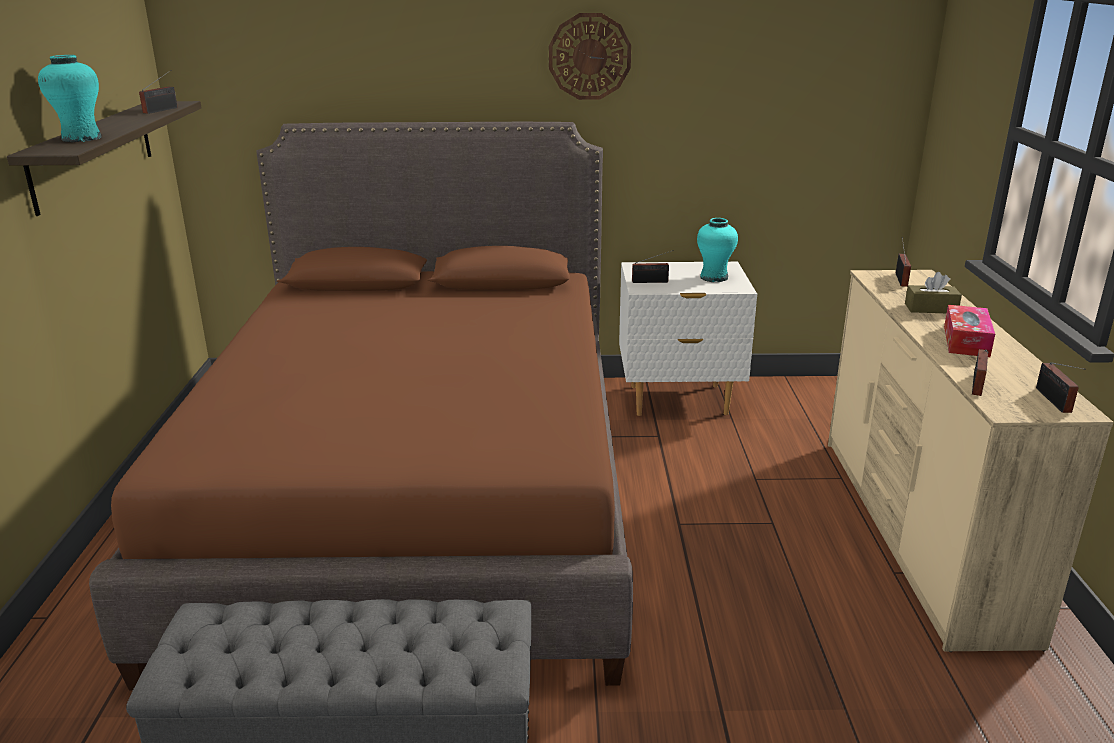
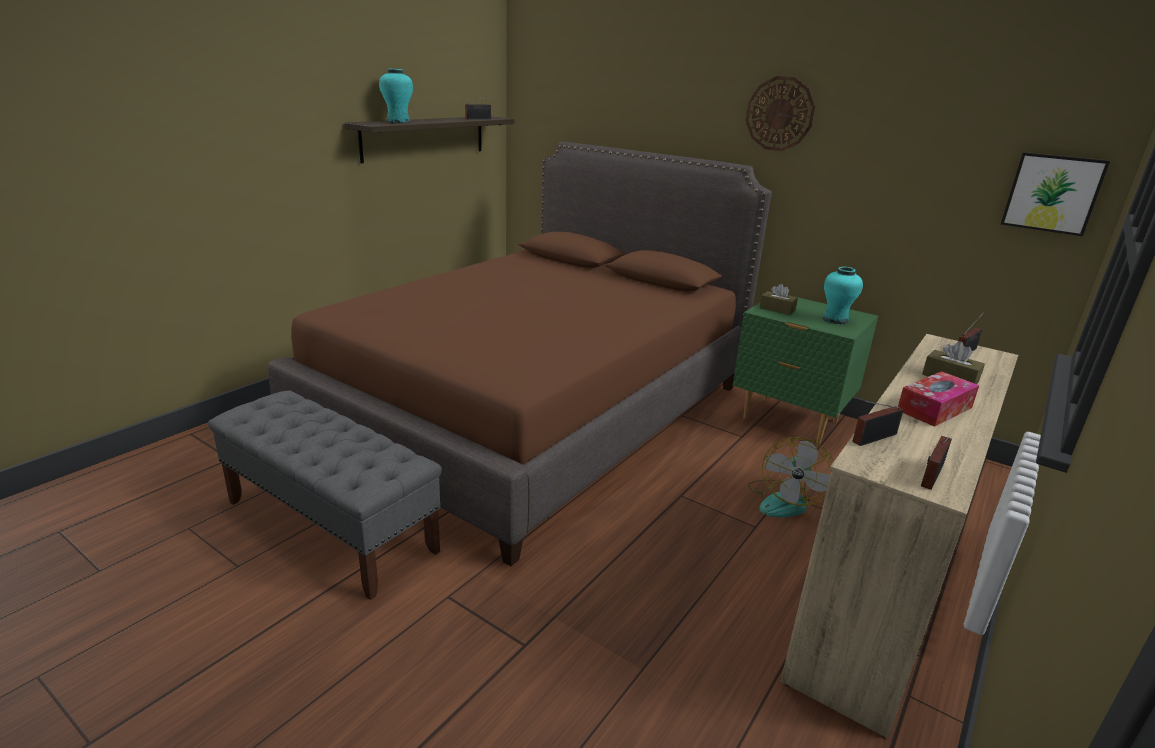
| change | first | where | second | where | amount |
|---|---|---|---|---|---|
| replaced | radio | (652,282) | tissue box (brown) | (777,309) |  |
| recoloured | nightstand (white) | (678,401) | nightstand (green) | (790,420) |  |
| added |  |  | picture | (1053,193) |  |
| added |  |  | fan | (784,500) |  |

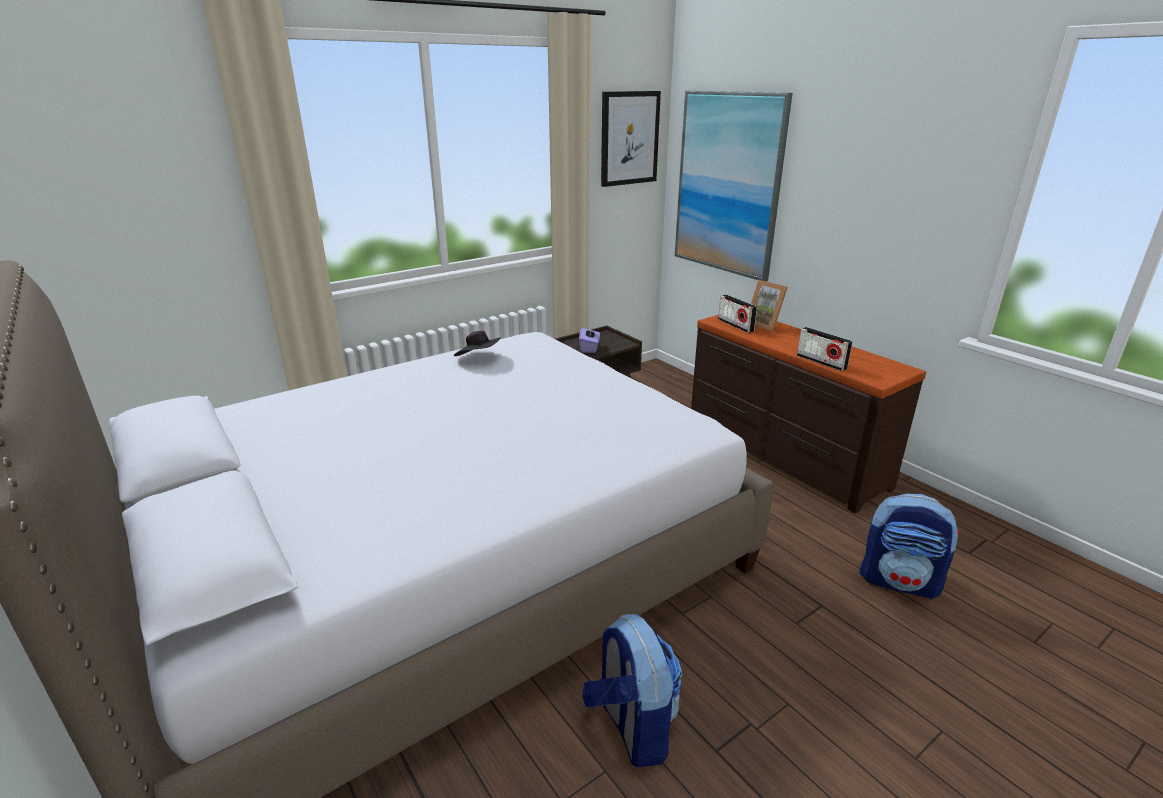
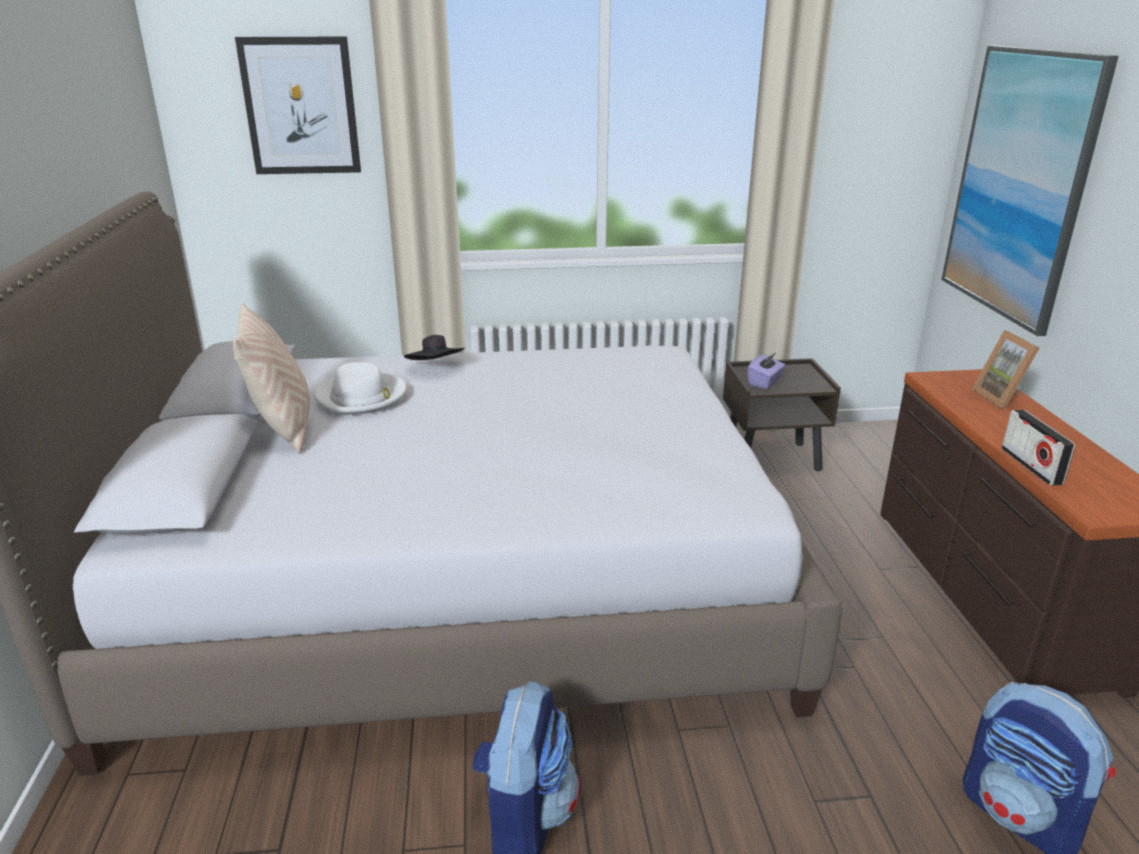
| change | first | where | second | where | amount |
|---|---|---|---|---|---|
| moved | picture | (629,138) |  | (301,106) |  |
| removed | radio | (735,325) |  |  |  |
| moved | hat (black) | (479,359) |  | (436,368) |  |
| added |  |  | pillow (beige) | (283,428) |  |
| added |  |  | hat (white) | (362,397) |  |

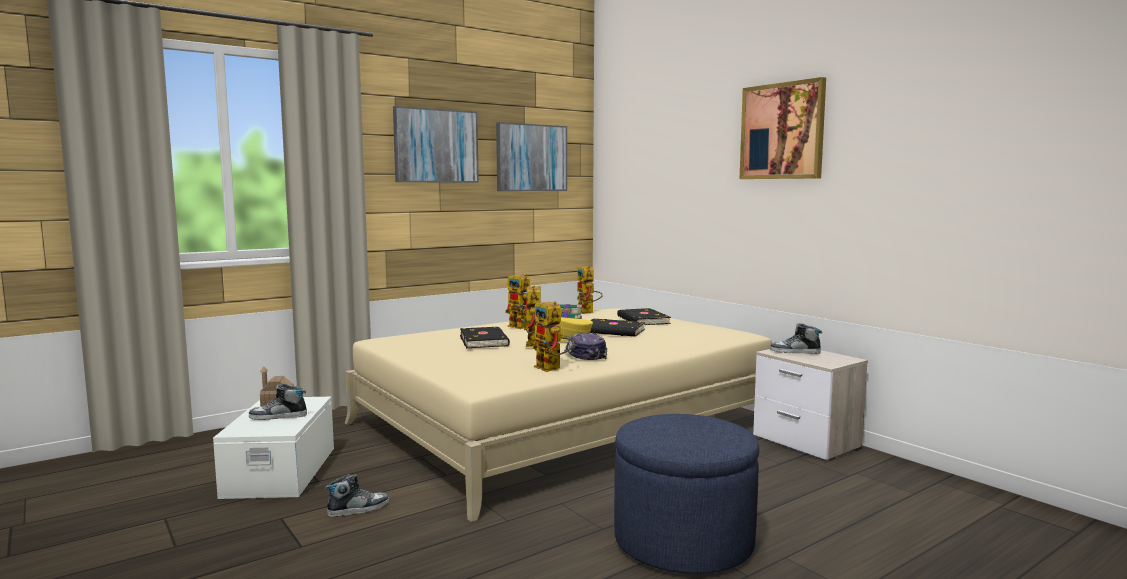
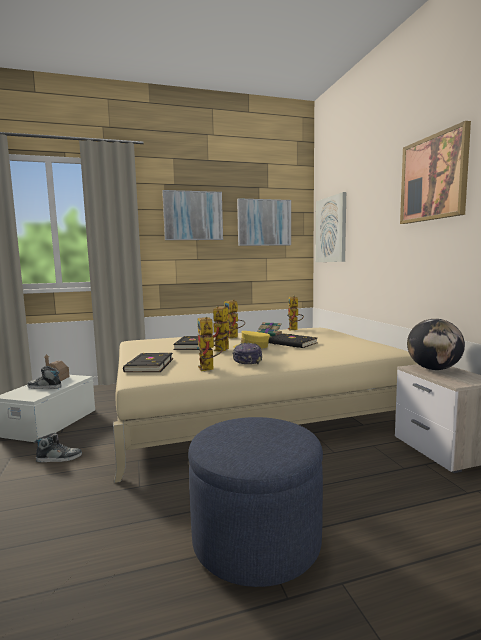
| change | first | where | second | where | amount |
|---|---|---|---|---|---|
| moved | book (black) | (642,320) |  | (148,365) |  |
| replaced | shoe | (795,352) | globe | (433,369) |  |
| added |  |  | picture | (331,229) |  |

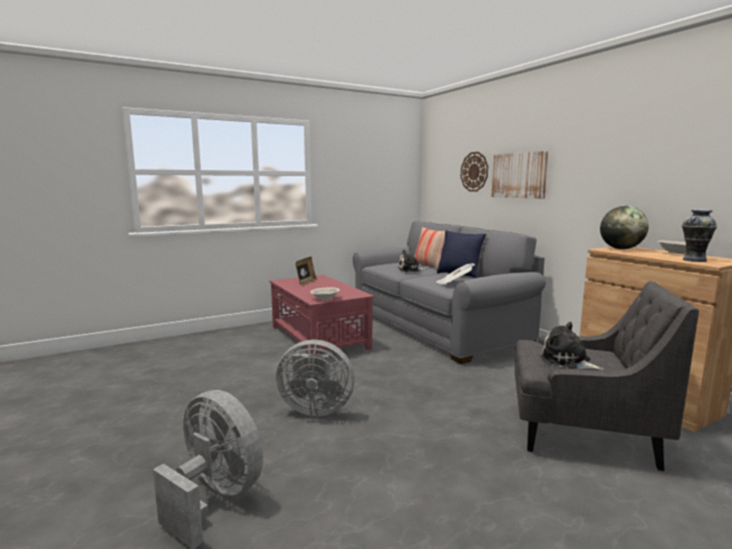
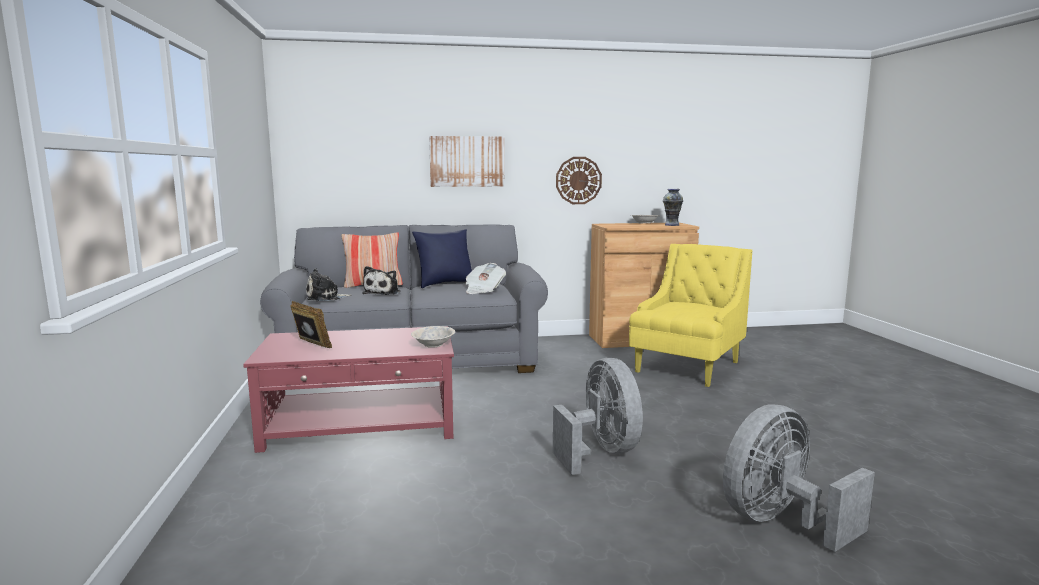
| change | first | where | second | where | amount |
|---|---|---|---|---|---|
| moved | wall clock | (474,171) |  | (578,180) |  |
| removed | globe | (621,249) |  |  |  |
| recoloured | armchair (grey) | (581,434) | armchair (yellow) | (687,367) |  |
| moved | plush toy | (567,361) |  | (325,298) |  |
| turned | fan (grey) | (315,409) |  | (601,452) | 45 degrees counterclockwise |

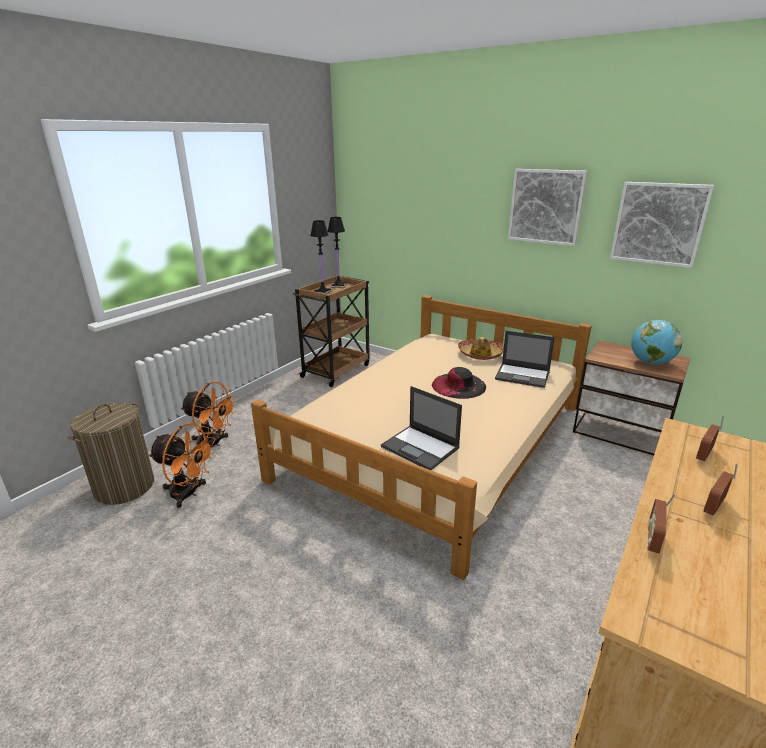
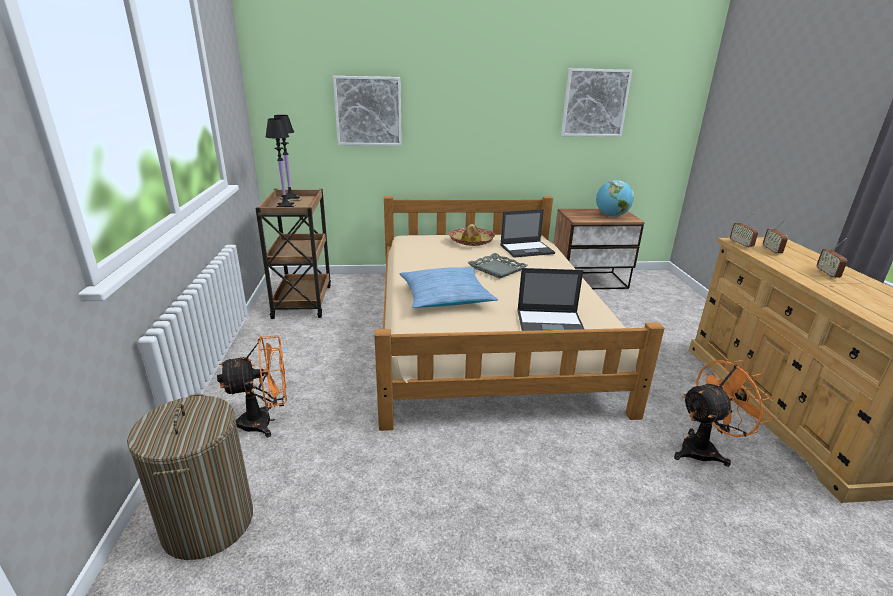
| change | first | where | second | where | amount |
|---|---|---|---|---|---|
| moved | picture | (546,206) |  | (368,111) |  |
| replaced | hat (black) | (459,385) | tray (grey) | (496,269) |  |
| moved | fan (orange) | (189,494) |  | (705,449) |  |
| moved | radio | (653,540) |  | (741,244) |  |
| added |  |  | pillow | (445,297) |  |

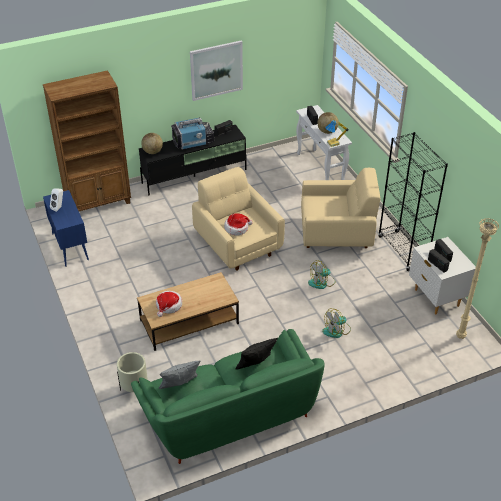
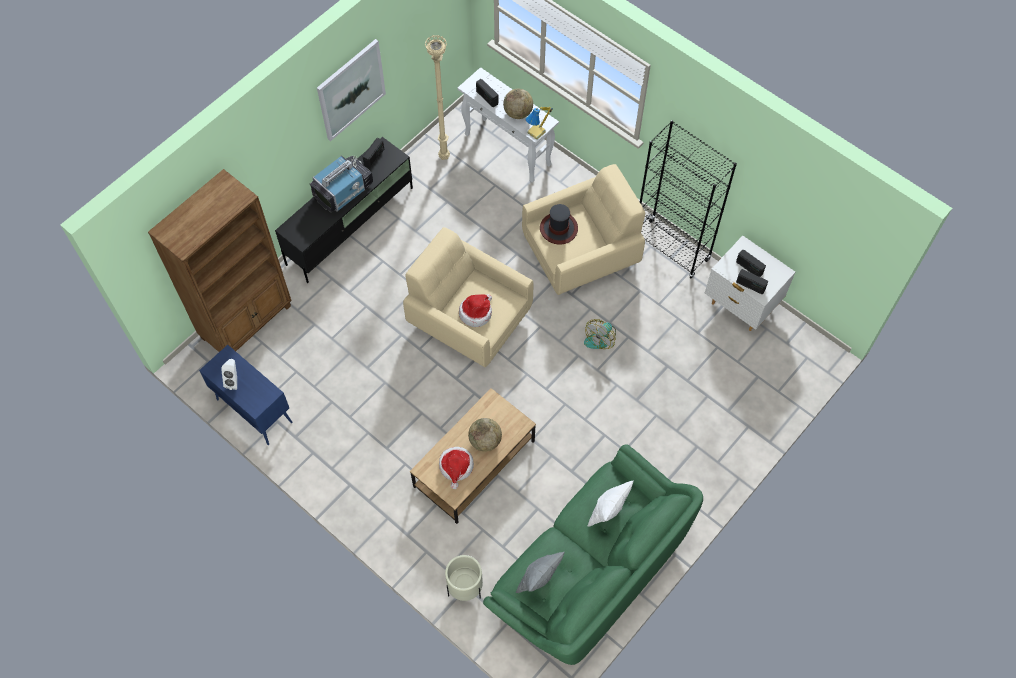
| change | first | where | second | where | amount |
|---|---|---|---|---|---|
| moved | globe | (152,152) |  | (485,441) |  |
| moved | floor lamp (beige) | (461,337) |  | (445,157) |  |
| removed | fan | (337,330) |  |  |  |
| recoloured | pillow (black) | (256,366) | pillow (white) | (608,511) |  |
| added |  |  | hat | (559,228) |  |

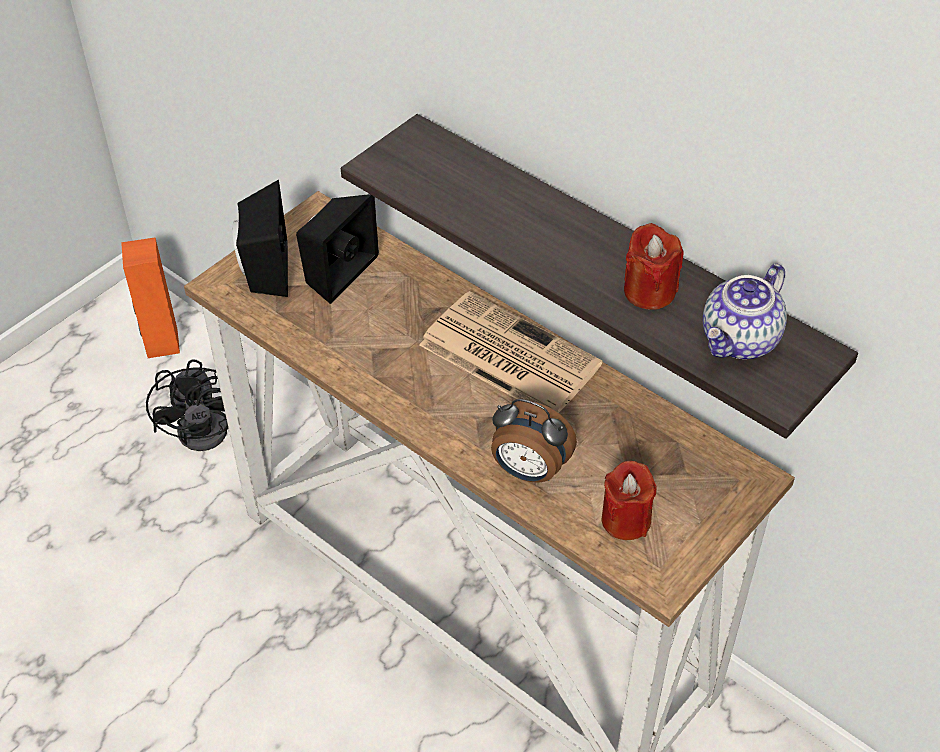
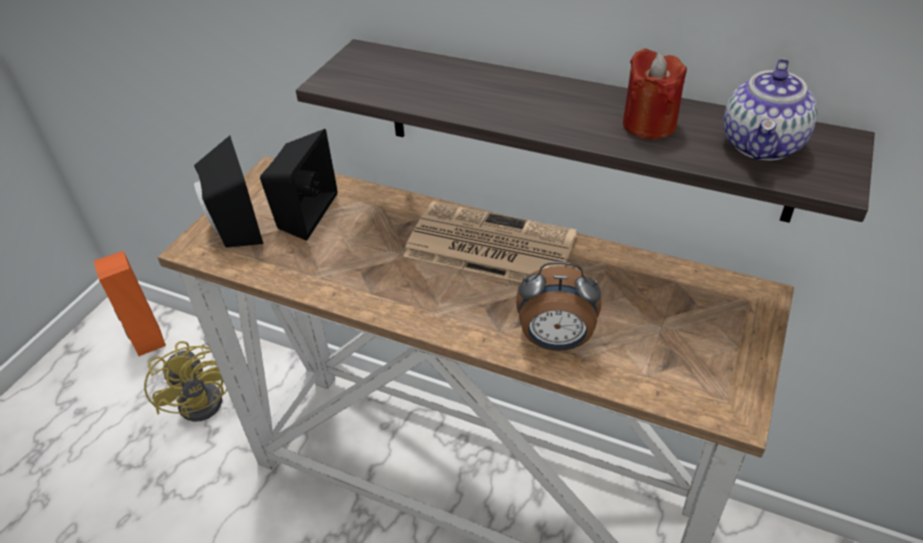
| change | first | where | second | where | amount |
|---|---|---|---|---|---|
| recoloured | fan (black) | (212,425) | fan (yellow) | (208,396) |  |
| removed | candle (red) | (626,520) |  |  |  |

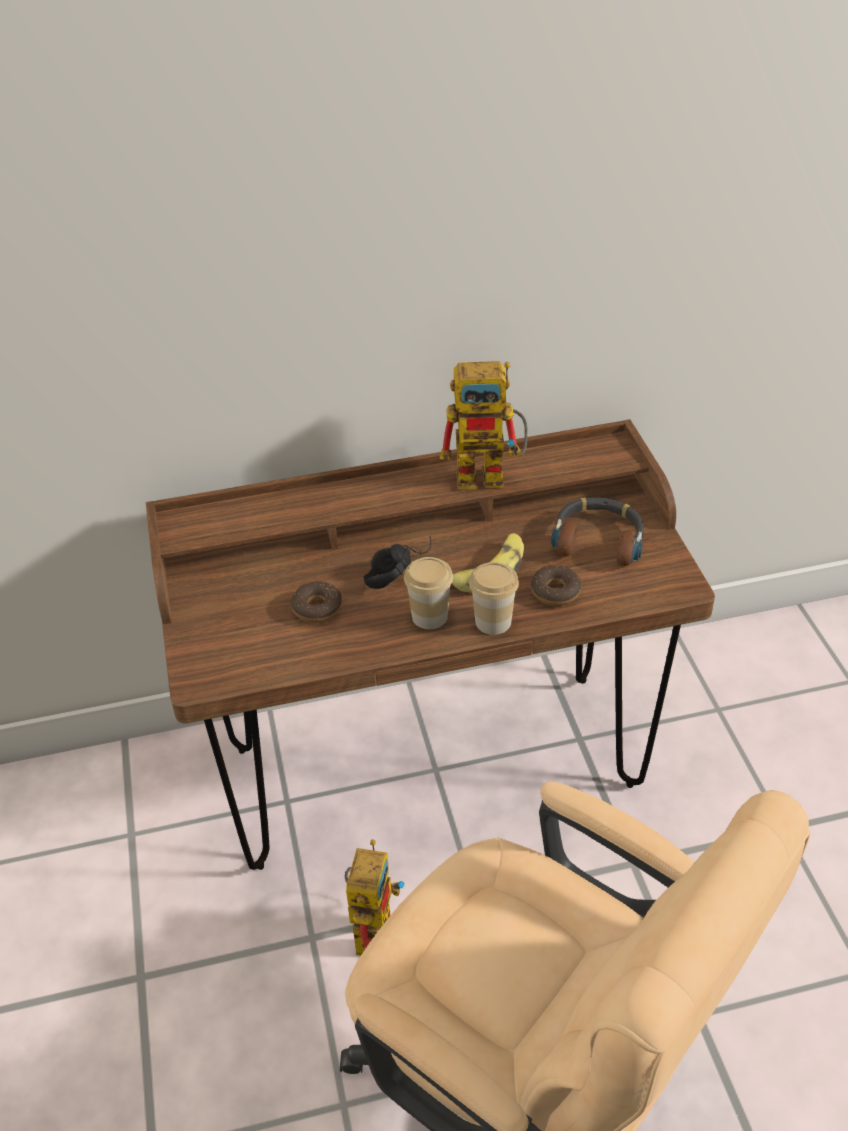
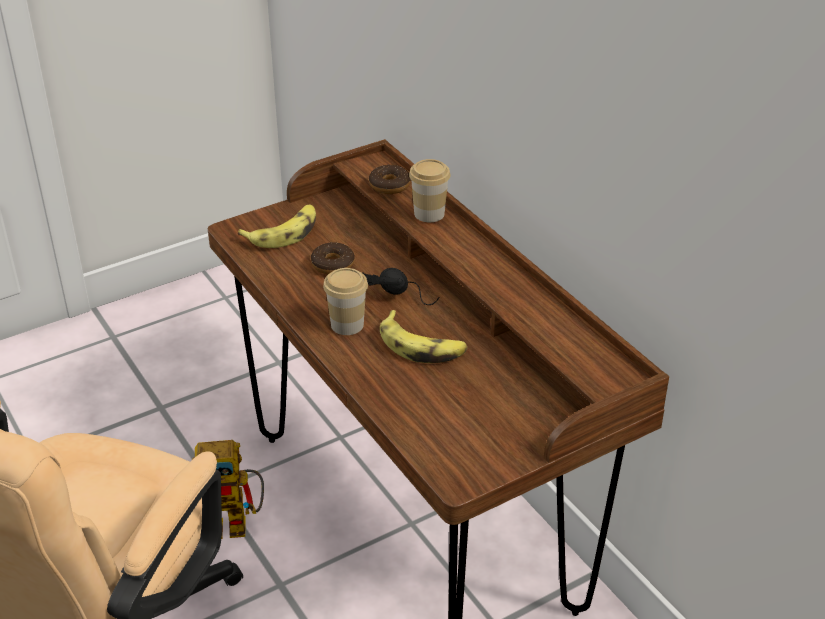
| change | first | where | second | where | amount |
|---|---|---|---|---|---|
| removed | toy robot | (491,474) |  |  |  |
| removed | headphones | (598,539) |  |  |  |
| moved | cup | (493,621) |  | (429,214) |  |
| moved | donut | (555,591) |  | (389,185) |  |
| added |  |  | banana | (284,233) |  |

